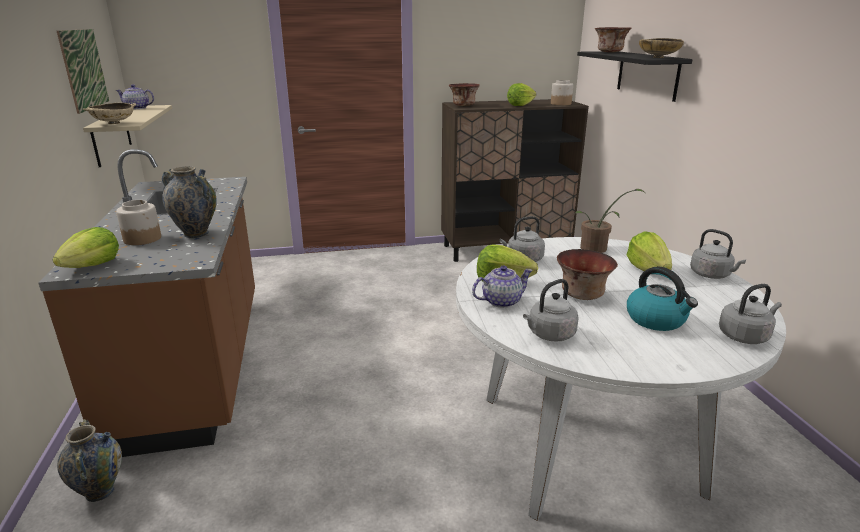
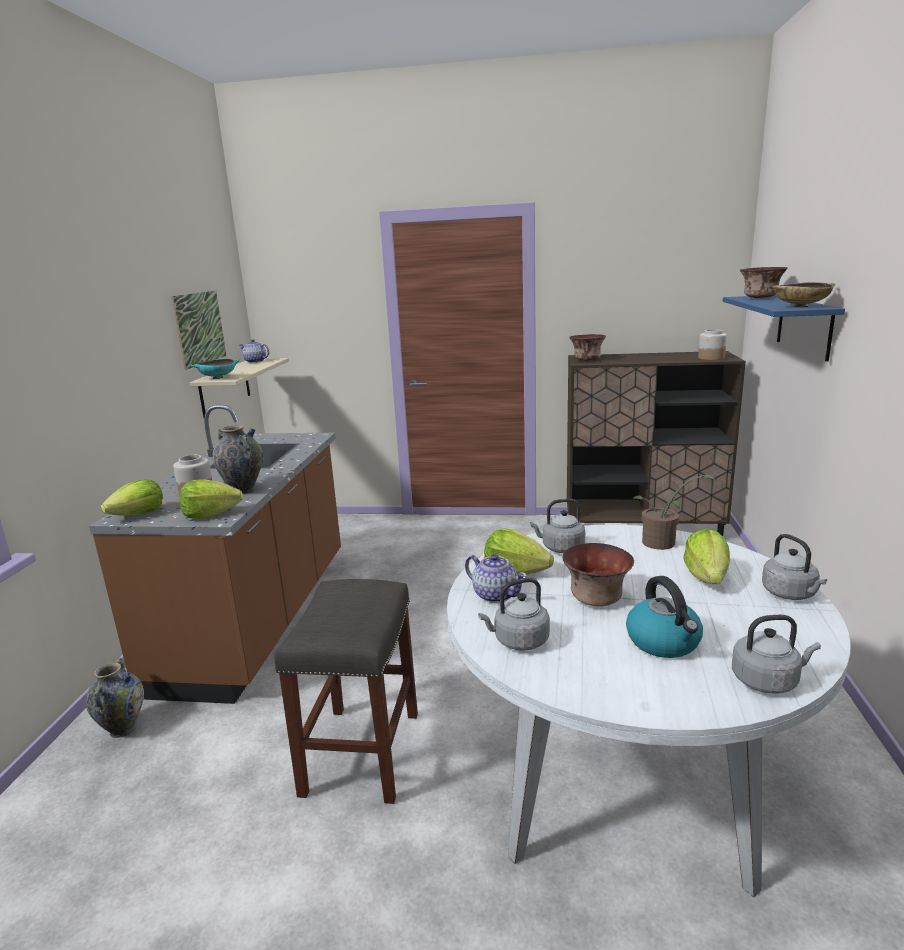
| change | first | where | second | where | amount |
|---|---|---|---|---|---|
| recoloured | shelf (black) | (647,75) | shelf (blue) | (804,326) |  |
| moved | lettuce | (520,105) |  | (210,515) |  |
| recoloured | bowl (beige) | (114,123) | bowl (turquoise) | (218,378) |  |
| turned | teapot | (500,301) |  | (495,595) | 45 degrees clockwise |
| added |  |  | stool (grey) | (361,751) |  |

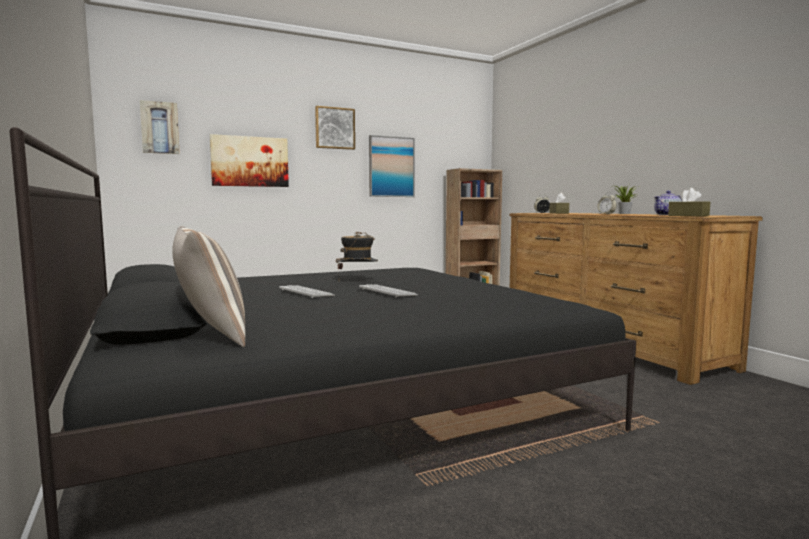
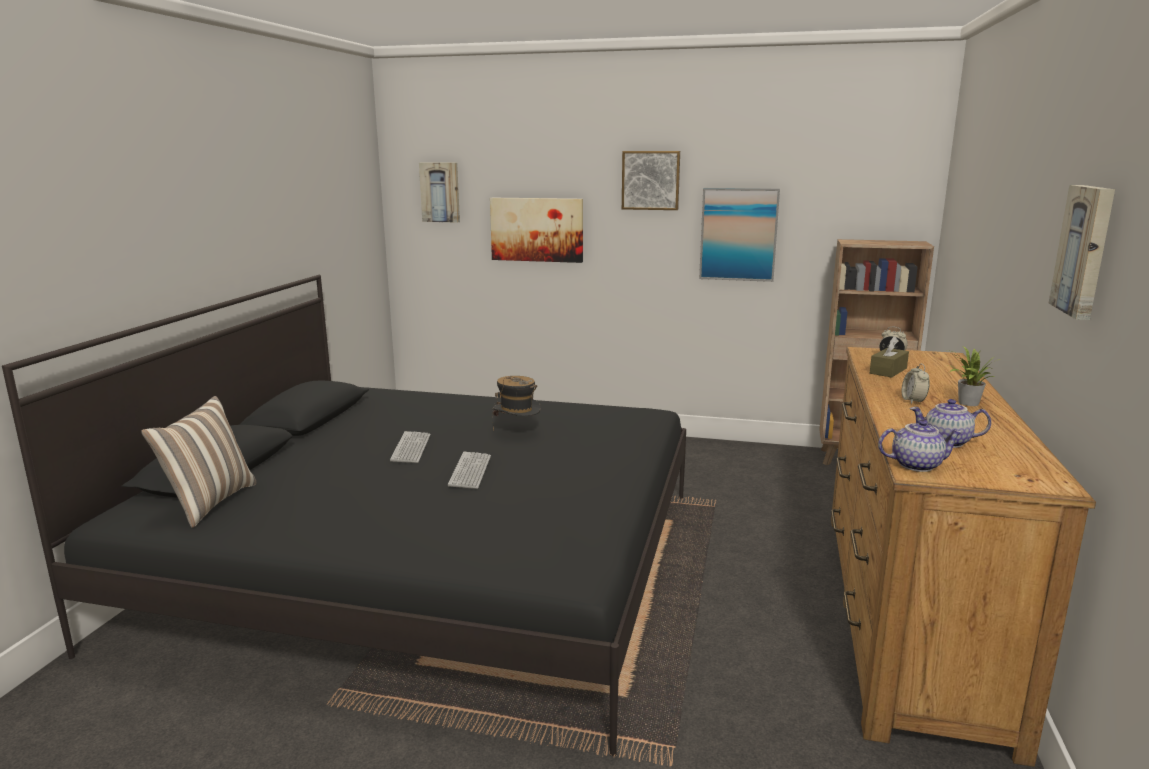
| change | first | where | second | where | amount |
|---|---|---|---|---|---|
| replaced | tissue box (brown) | (688,216) | teapot | (916,465) |  |
| added |  |  | picture | (1086,250) |  |

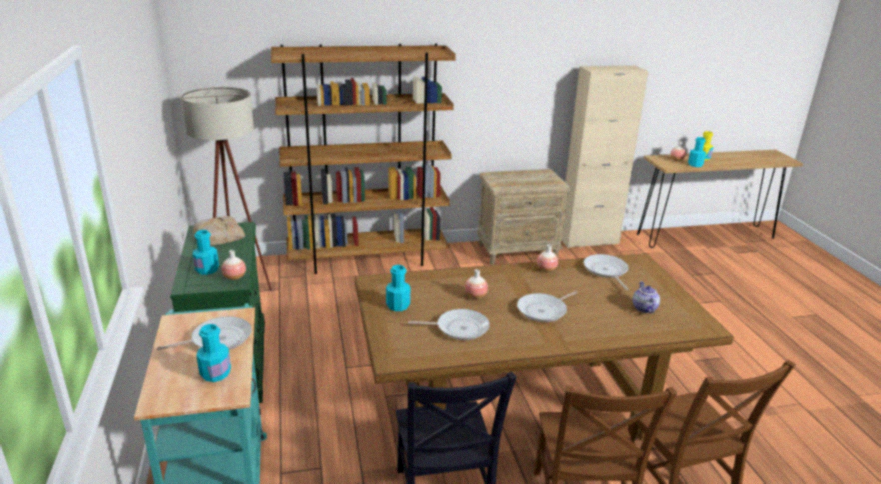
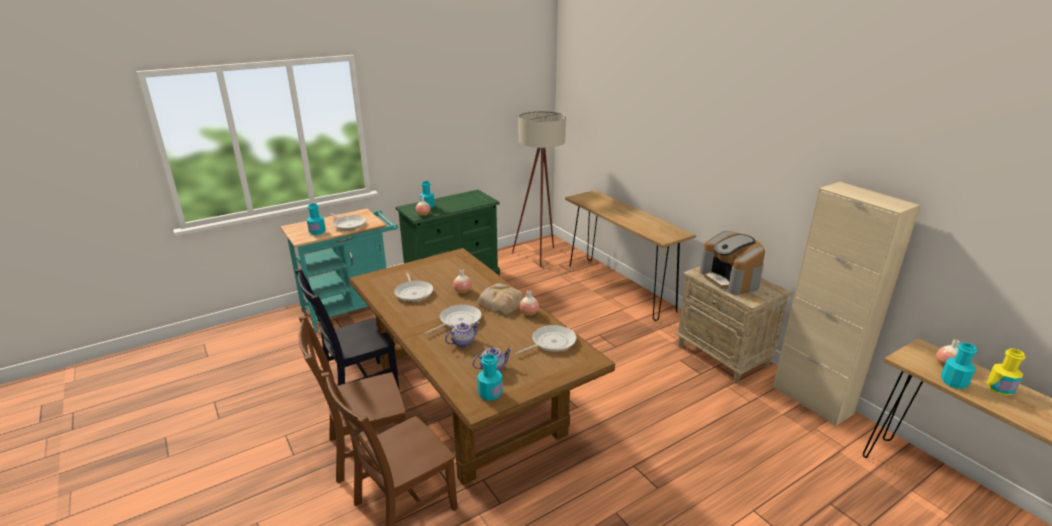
| change | first | where | second | where | amount |
|---|---|---|---|---|---|
| replaced | bookcase (brown) | (367,259) | console table (brown) | (619,287) |  |
| moved | bread | (218,235) |  | (501,302) |  |
| moved | bottle (turquoise) | (398,305) |  | (490,393) |  |
| turned | frying pan | (544,310) |  | (458,321) | 105 degrees clockwise |
| added |  |  | coffee machine | (730,279) |  |
| added |  |  | teapot | (463,342) |  |

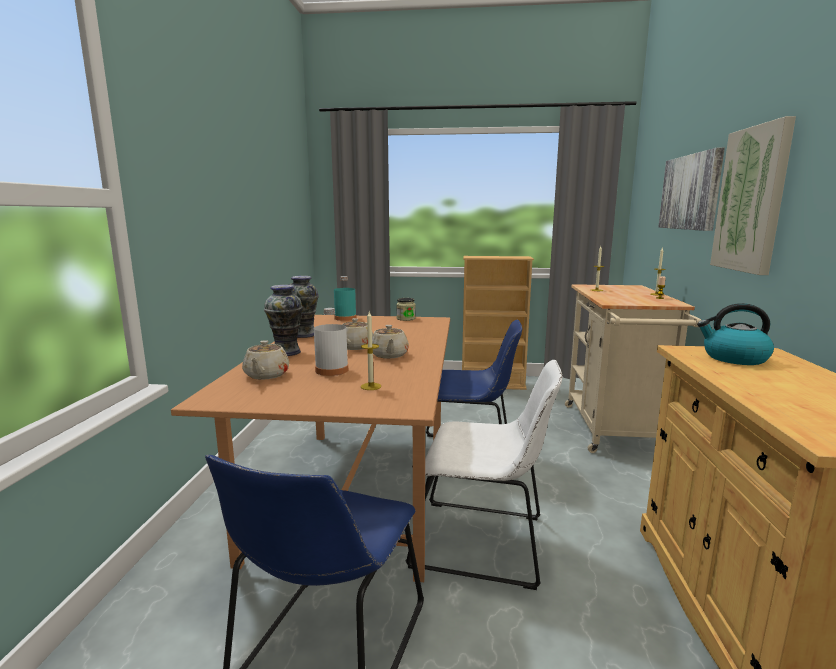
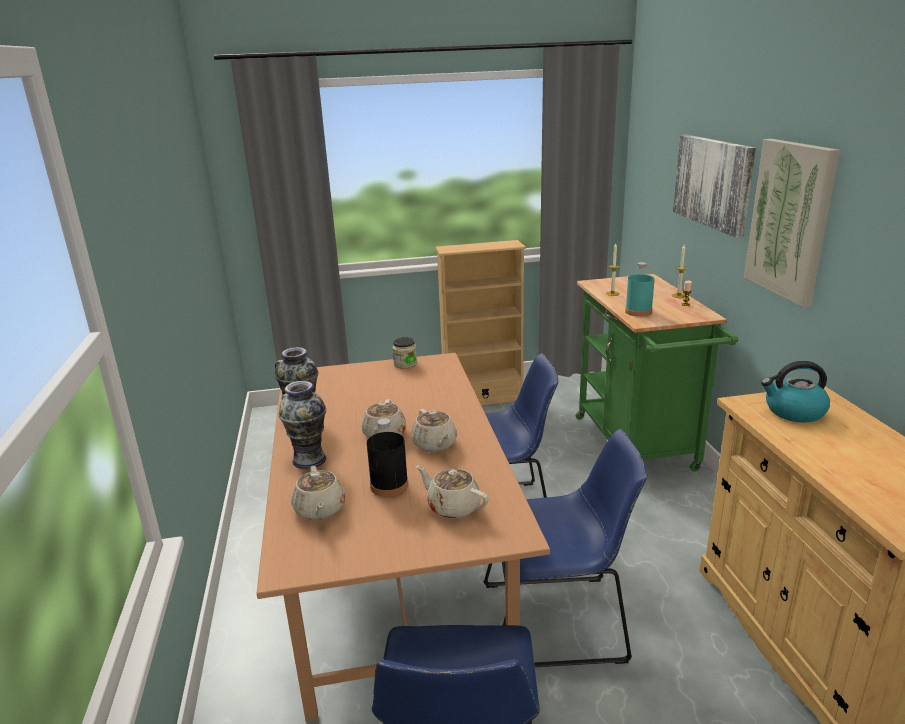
| change | first | where | second | where | amount |
|---|---|---|---|---|---|
| moved | bottle (turquoise) | (345,318) |  | (638,312) |  |
| recoloured | cart (beige) | (614,432) | cart (green) | (639,448) |  |
| recoloured | bottle (white) | (332,370) | bottle (black) | (389,485) |  |
| replaced | candle | (371,386) | teapot (beige) | (453,507) |  |
| recoloured | chair (white) | (485,543) | chair (blue) | (560,621) |  |

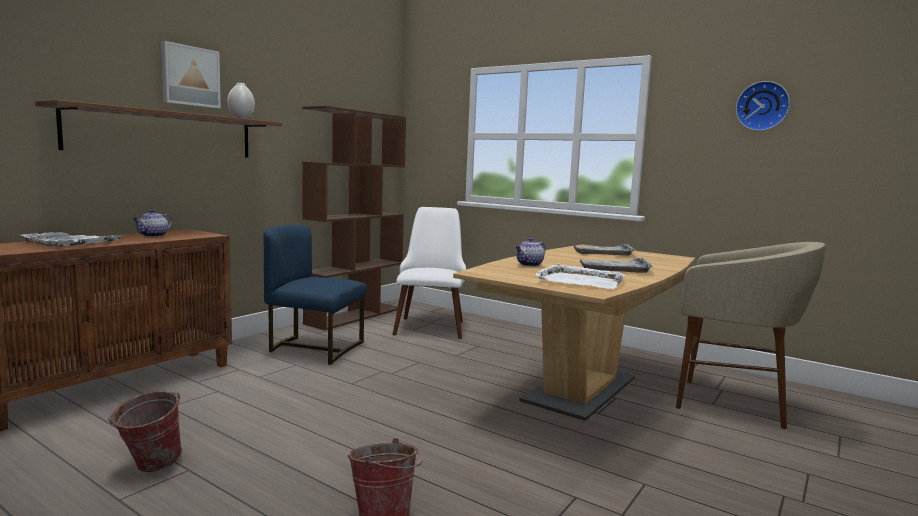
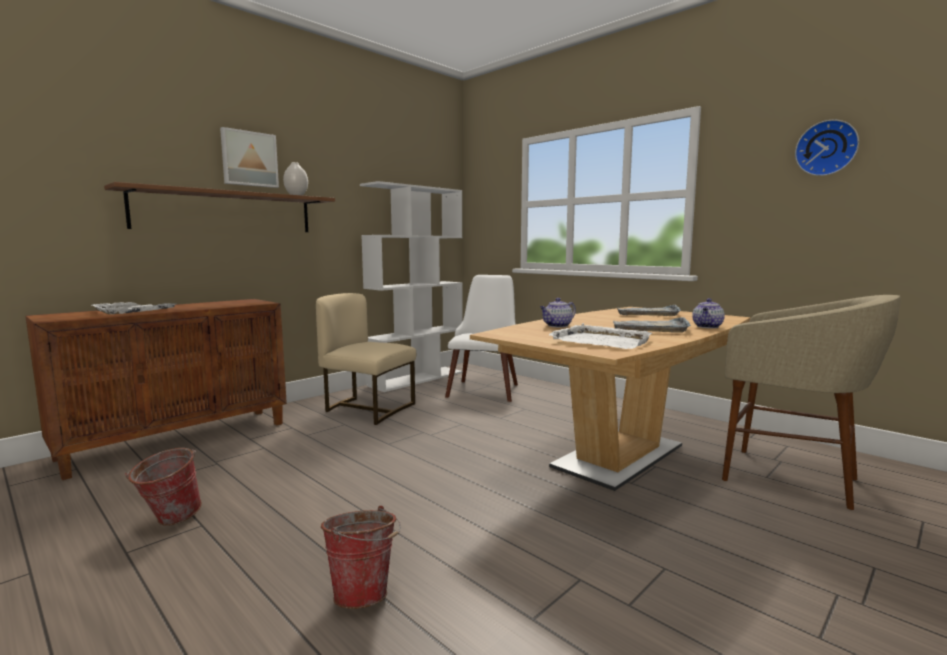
| change | first | where | second | where | amount |
|---|---|---|---|---|---|
| recoloured | bookcase (brown) | (355,316) | bookcase (white) | (417,379) |  |
| moved | teapot | (153,236) |  | (707,327) |  |
| recoloured | chair (blue) | (314,348) | chair (beige) | (367,409) |  |

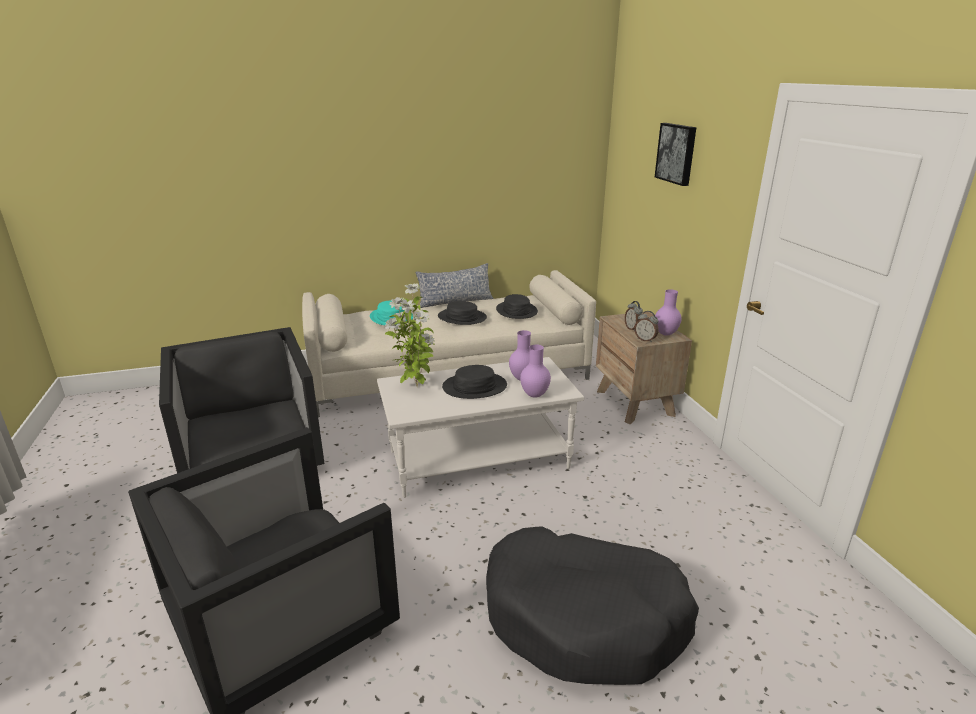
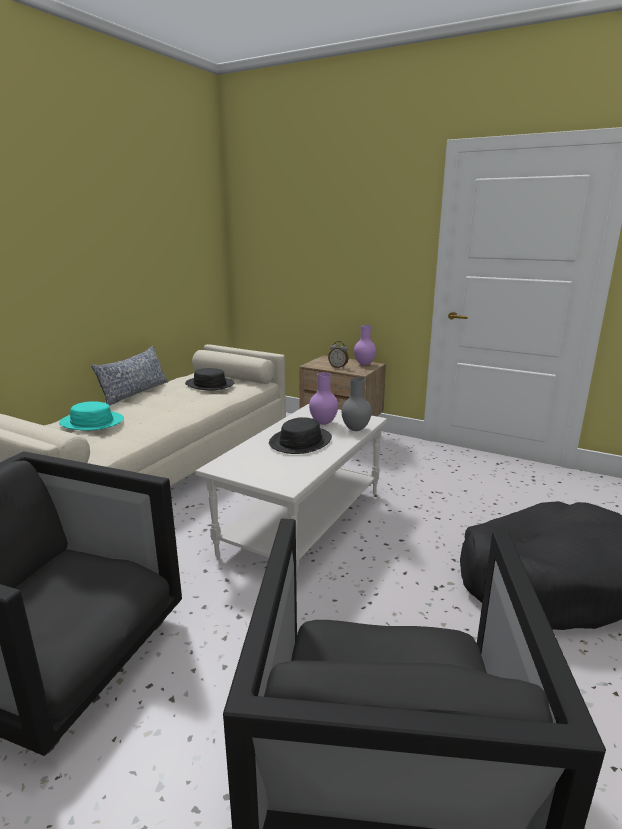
| change | first | where | second | where | amount |
|---|---|---|---|---|---|
| removed | picture | (677,153) |  |  |  |
| removed | potted plant | (415,387) |  |  |  |
| removed | hat (black) | (462,317) |  |  |  |
| removed | alarm clock | (645,340) |  |  |  |
| recoloured | vase (purple) | (534,395) | vase (grey) | (355,429) |  |

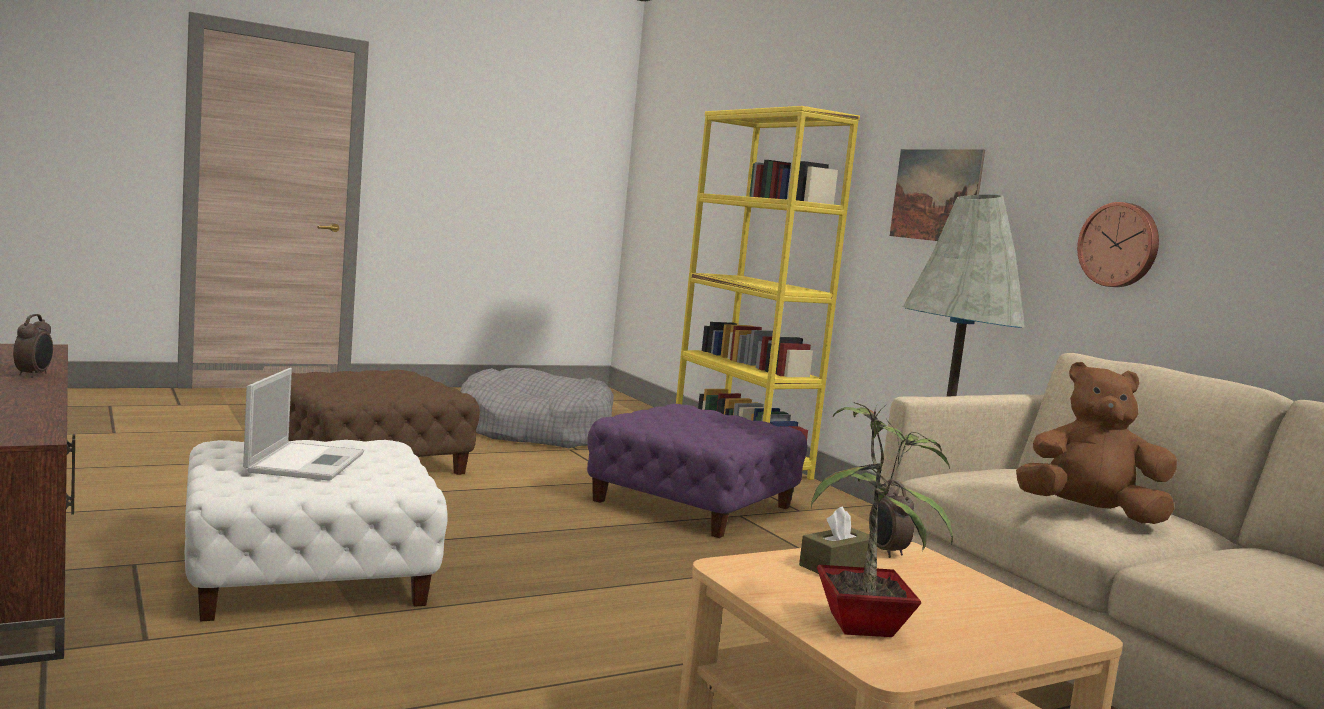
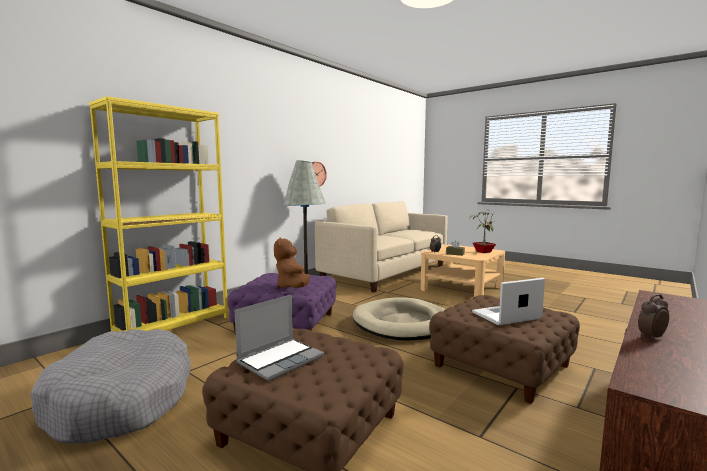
| change | first | where | second | where | amount |
|---|---|---|---|---|---|
| removed | picture | (935,195) |  |  |  |
| moved | plush toy (brown) | (1089,514) |  | (293,287) |  |
| recoloured | ottoman (white) | (307,574) | ottoman (brown) | (501,366) |  |
| added |  |  | laptop | (281,359) |  |
| added |  |  | dog bed (beige) | (404,324) |  |

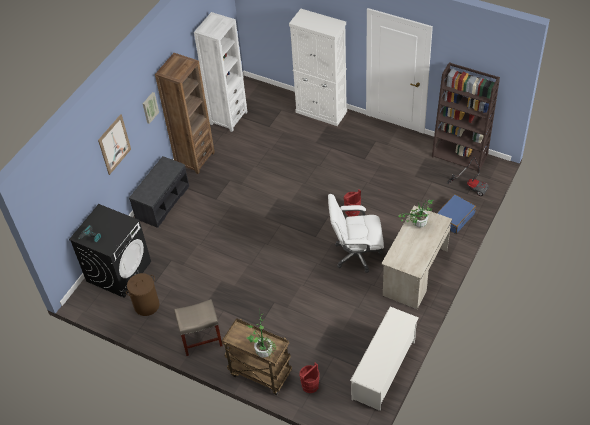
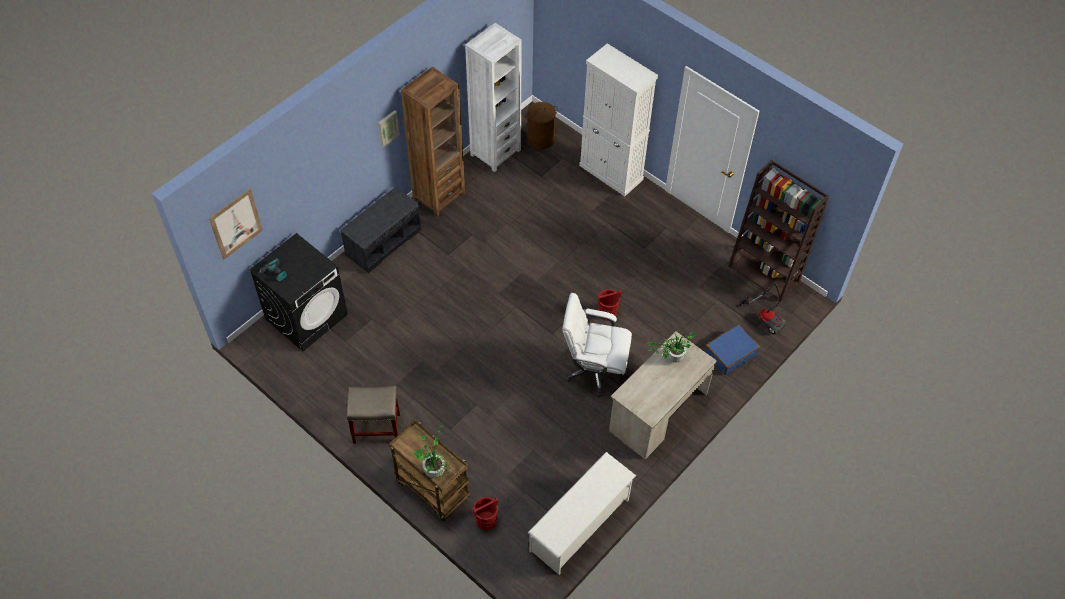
| change | first | where | second | where | amount |
|---|---|---|---|---|---|
| moved | picture | (114,144) |  | (236,224) |  |
| moved | laundry basket (brown) | (147,305) |  | (541,139) |  |

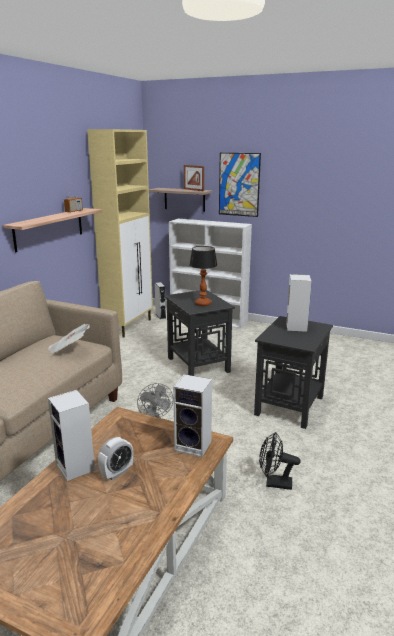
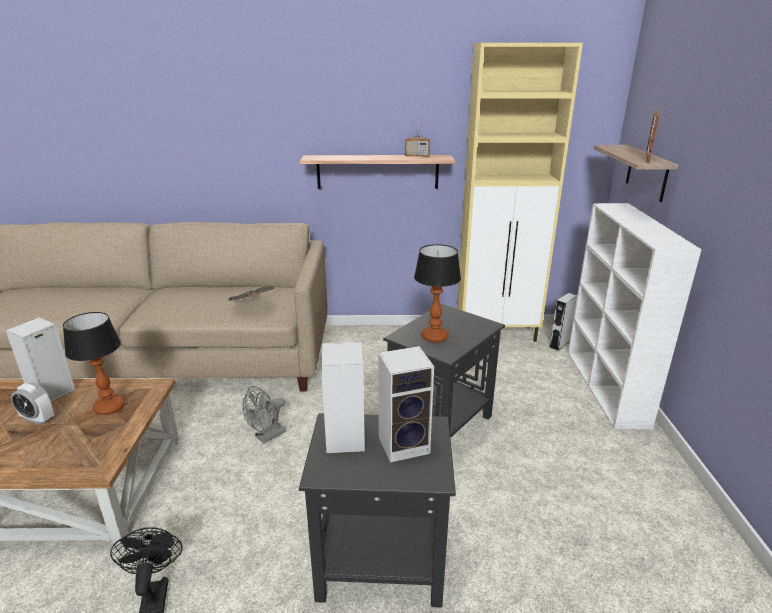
| change | first | where | second | where | amount |
|---|---|---|---|---|---|
| removed | picture | (239,184) |  |  |  |
| moved | speaker | (194,446) |  | (346,439) |  |
| added |  |  | table lamp | (110,407) |  |

